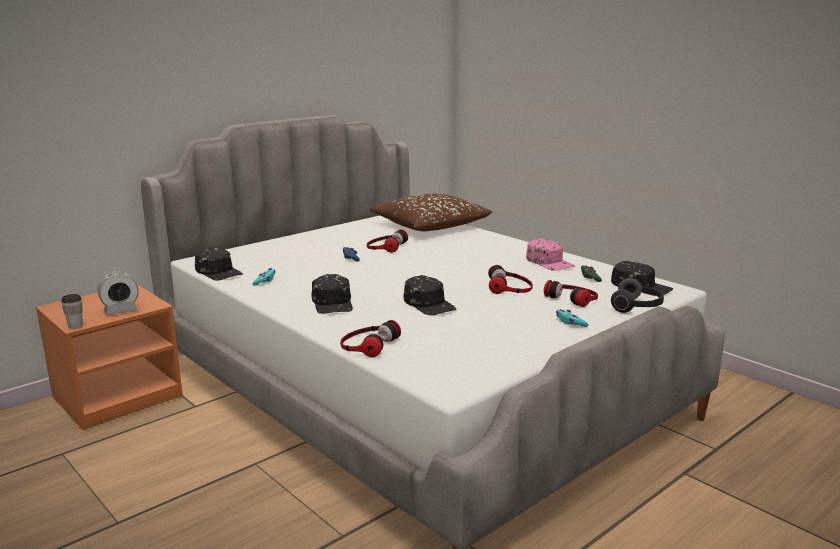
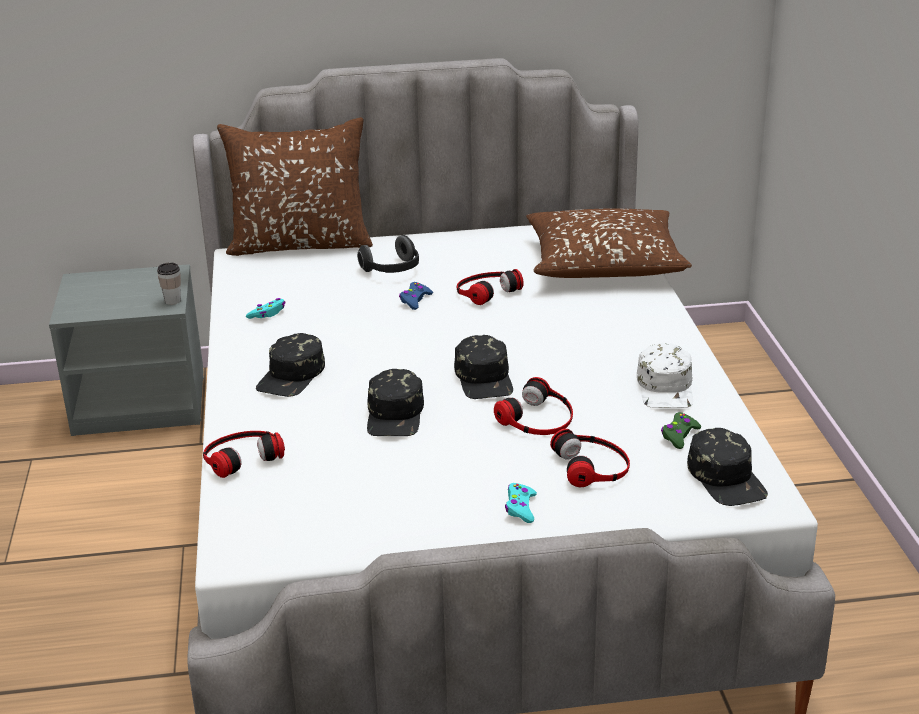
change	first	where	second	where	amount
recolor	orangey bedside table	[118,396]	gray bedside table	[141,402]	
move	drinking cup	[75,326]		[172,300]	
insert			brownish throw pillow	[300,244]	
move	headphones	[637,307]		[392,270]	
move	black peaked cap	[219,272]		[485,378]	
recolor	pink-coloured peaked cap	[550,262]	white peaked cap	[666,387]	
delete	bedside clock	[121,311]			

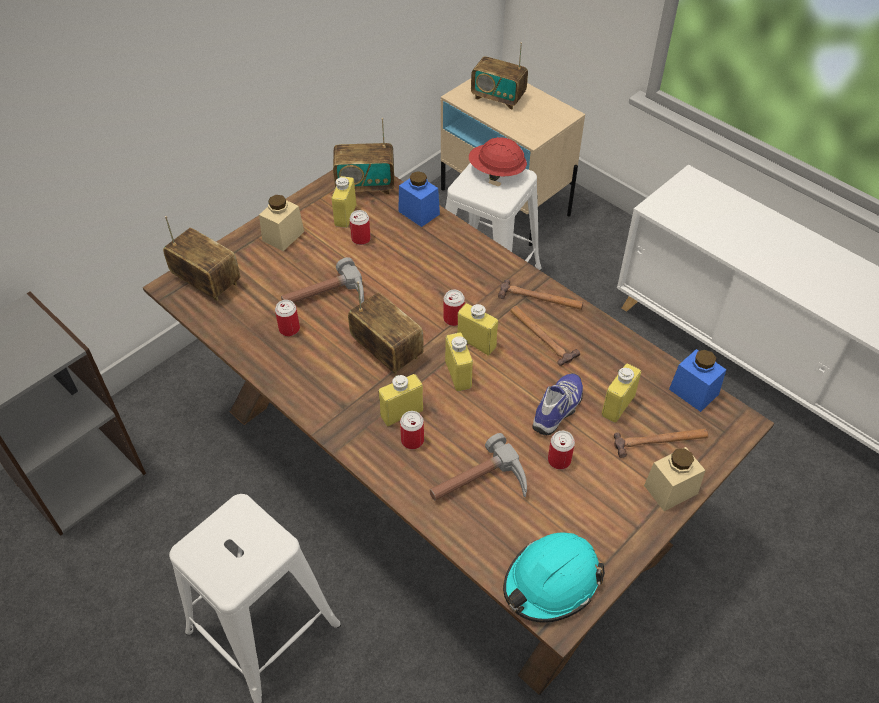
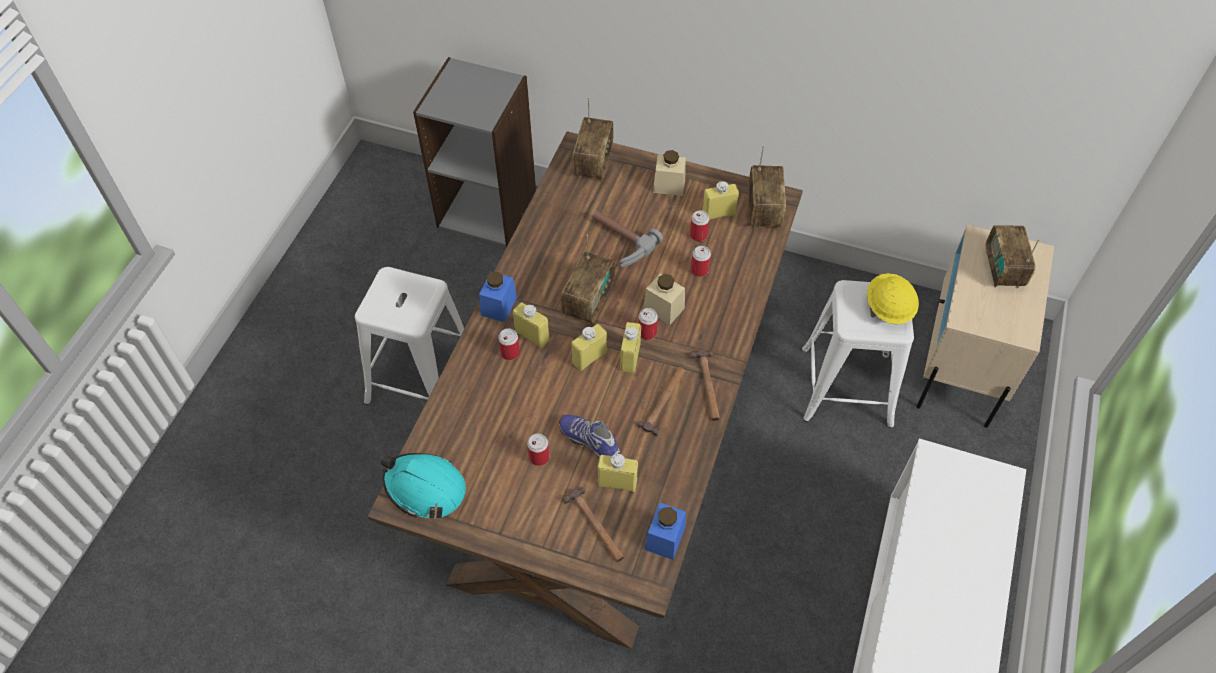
change	first	where	second	where	amount
move	blue preserve jar	[419,213]		[499,306]	
rotate	item of footwear	[559,410]		[590,440]	150 degrees counterclockwise
move	beige preserve jar	[670,489]		[663,308]	
move	sealed can	[289,329]		[699,270]	
rotate	radio receiver	[365,186]		[763,211]	150 degrees counterclockwise
recolor	red hard hat	[496,172]	yellow-coloured hard hat	[888,308]	
delete	hammer	[480,487]			

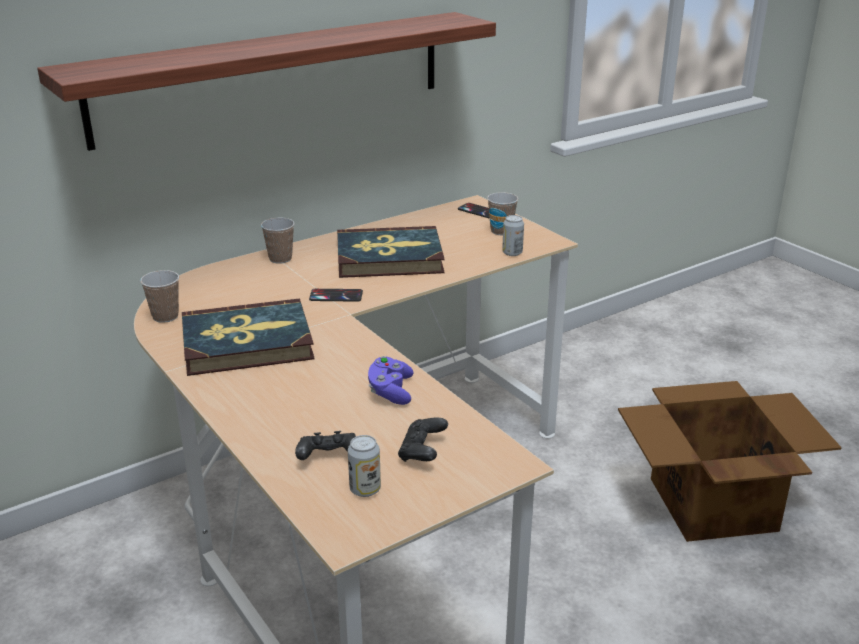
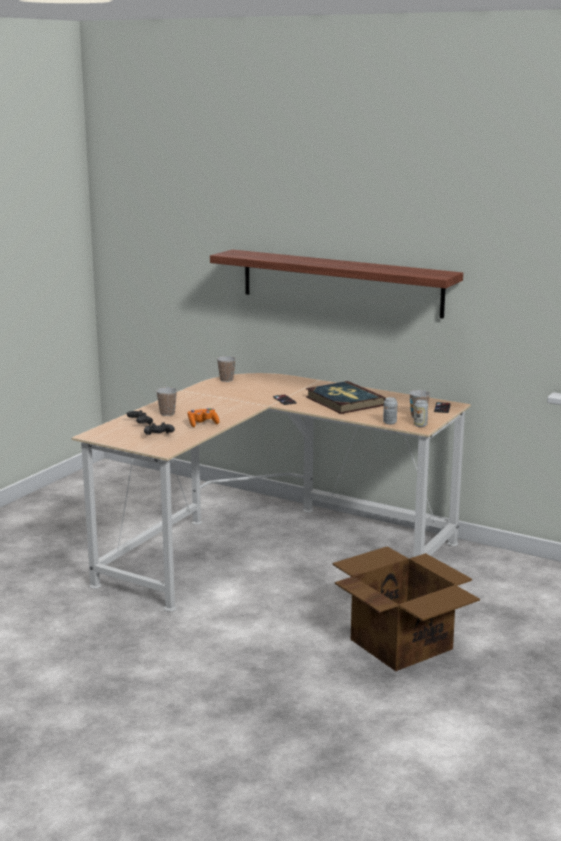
change	first	where	second	where	amount
move	drinking cup	[280,259]		[167,413]	
recolor	purplish gamepad	[390,391]	orangey gamepad	[202,424]	
move	sealed can	[365,489]		[420,425]	
delete	book	[247,342]			

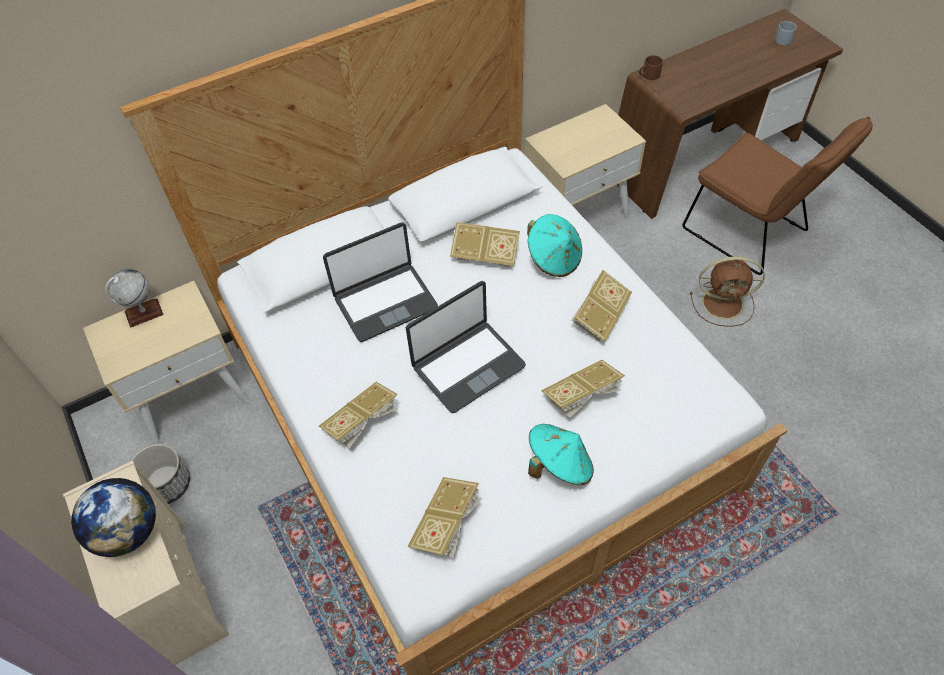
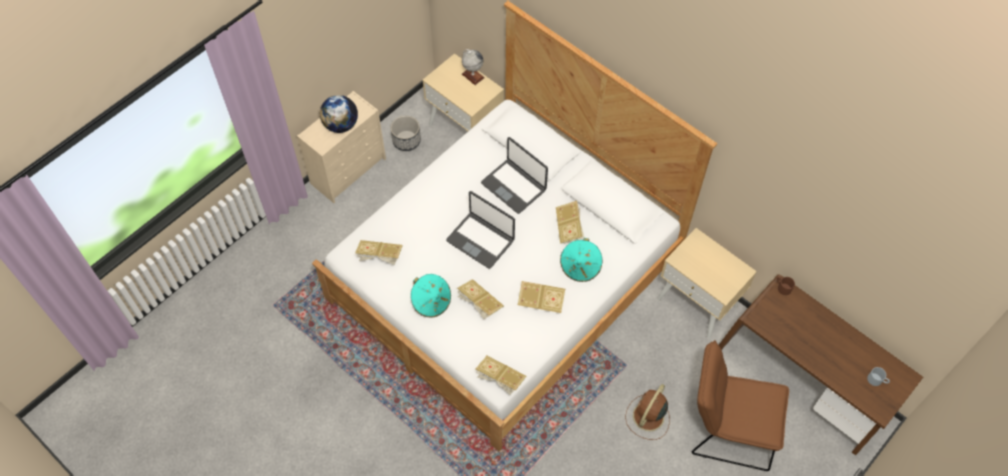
change	first	where	second	where	amount
move	book	[363,423]		[500,379]	
rotate	brownish electric fan	[724,303]		[647,417]	45 degrees clockwise
rotate	brownish chair	[751,234]		[726,429]	75 degrees clockwise

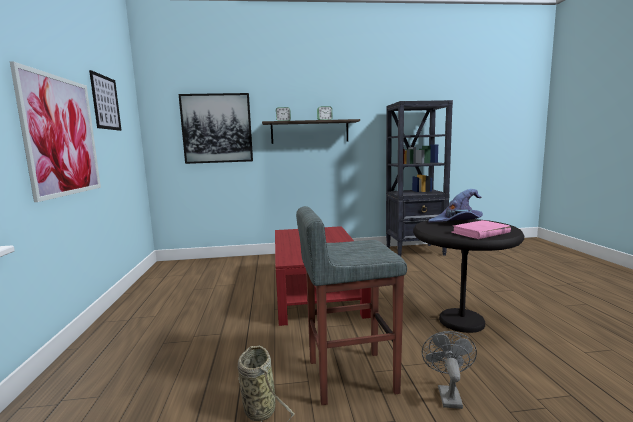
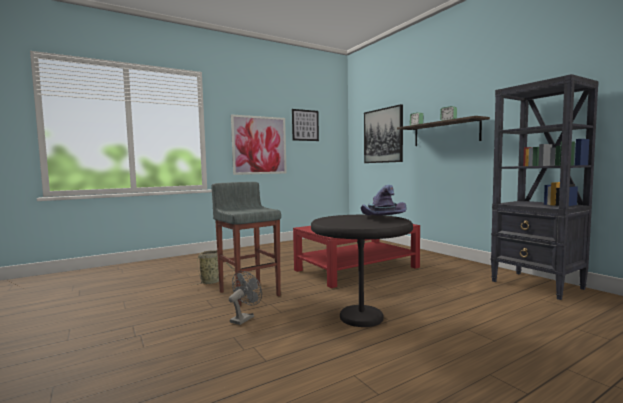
change	first	where	second	where	amount
rotate	gray electric fan	[448,394]		[244,318]	45 degrees counterclockwise
delete	pink-coloured book	[480,232]			

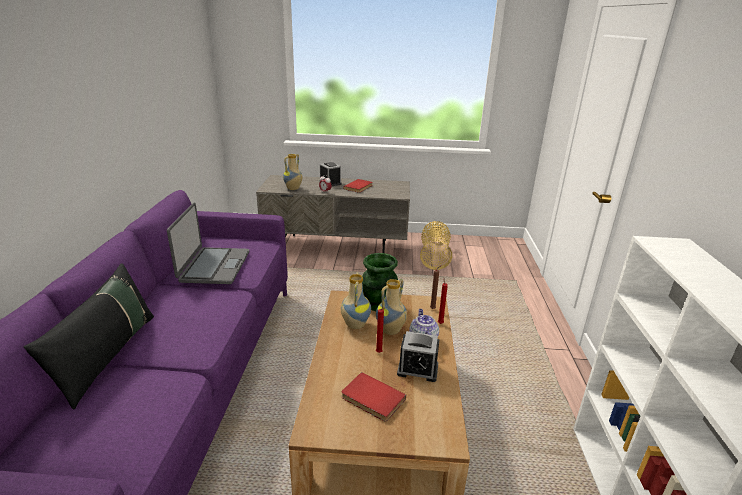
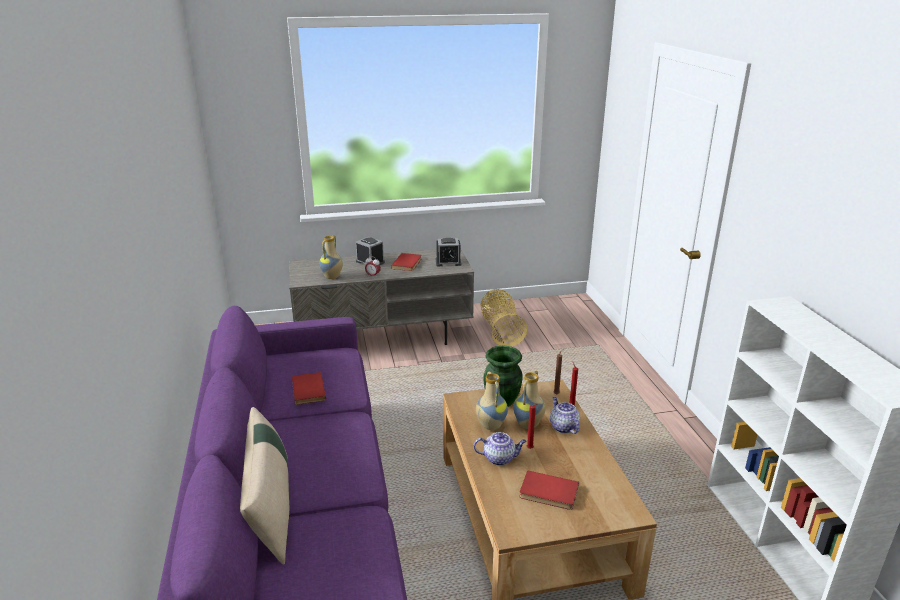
change	first	where	second	where	amount
recolor	black throw pillow	[108,356]	beige throw pillow	[271,508]	
replace	notebook computer	[214,266]	red book	[307,390]	
move	bedside clock	[417,369]		[448,262]	
insert			tea pot	[500,458]	

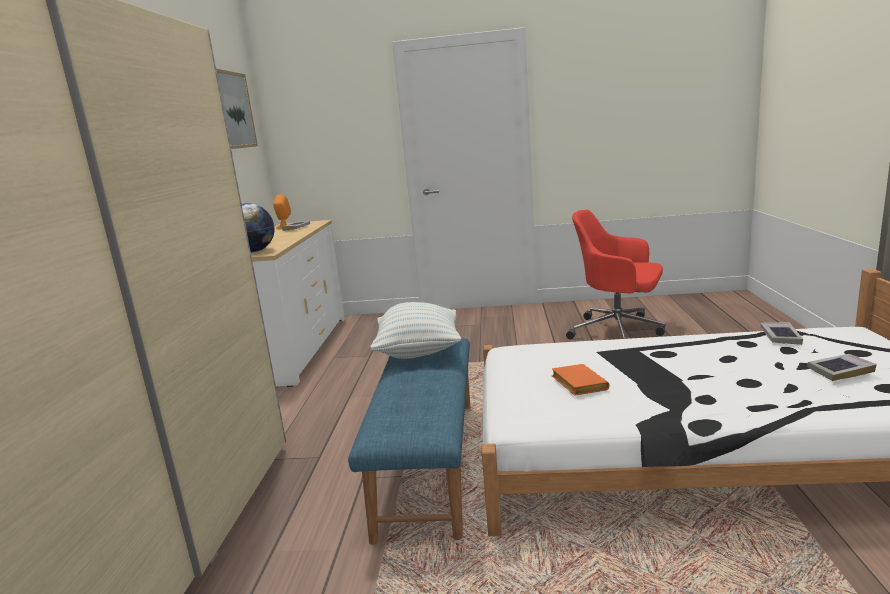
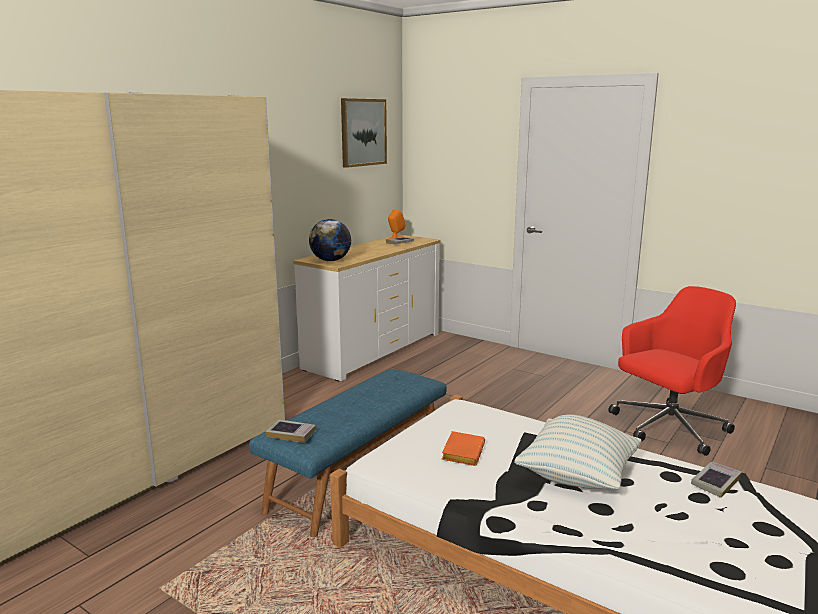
change	first	where	second	where	amount
move	book	[840,371]		[291,434]	
move	throw pillow	[418,352]		[577,476]	
rotate	red desk chair	[618,332]		[667,428]	90 degrees clockwise

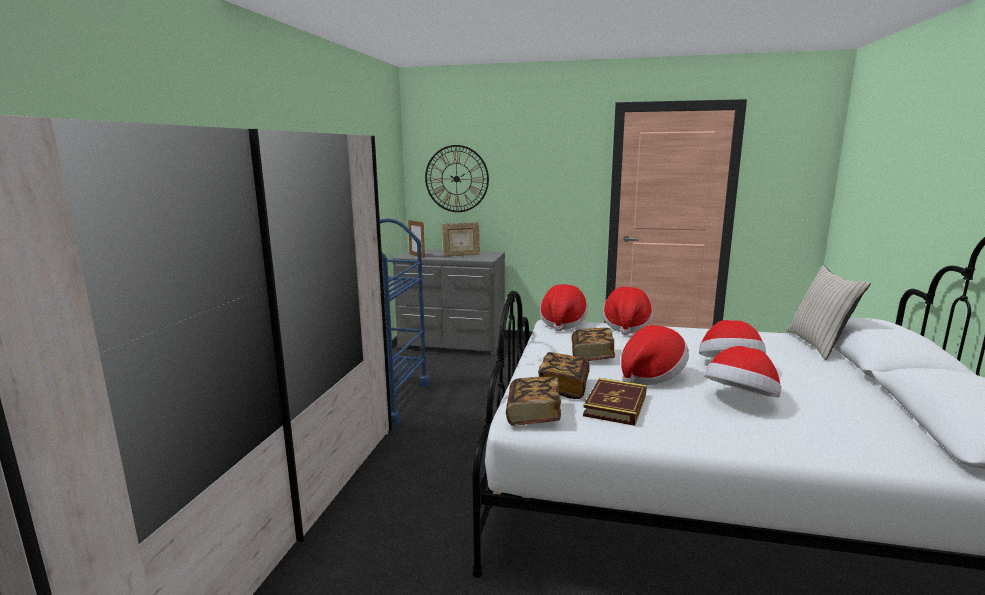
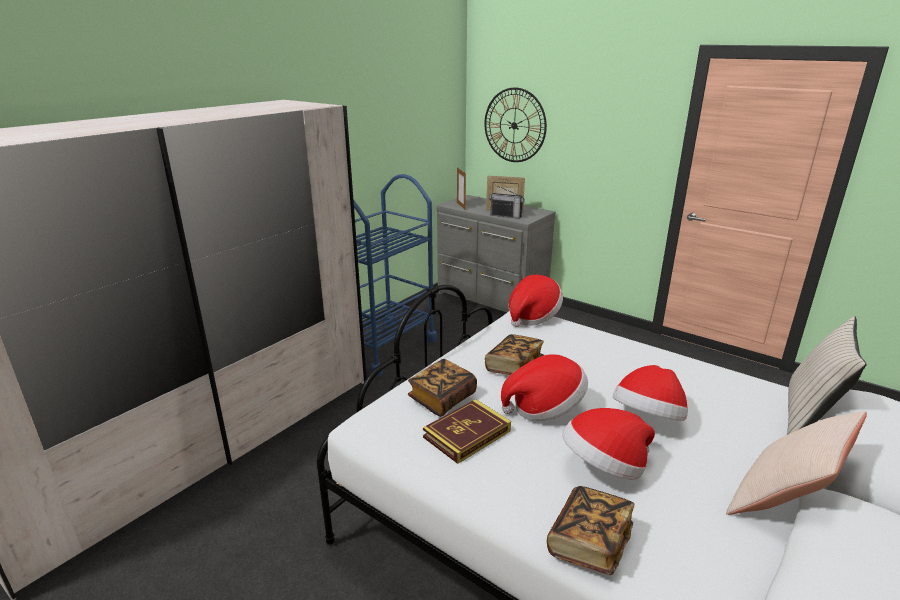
change	first	where	second	where	amount
insert			radio receiver	[506,216]	
move	book	[533,414]		[589,543]	
insert			beige throw pillow	[783,500]	
delete	clothing hat	[626,326]			

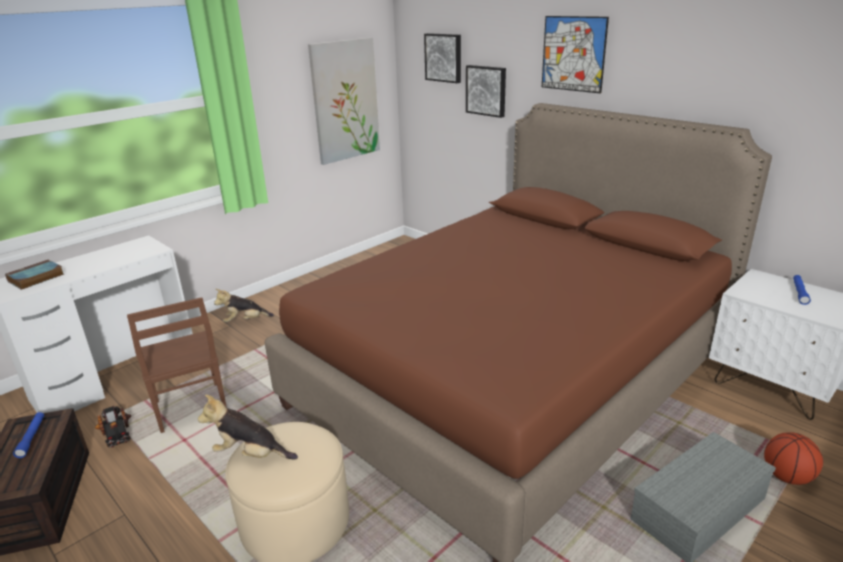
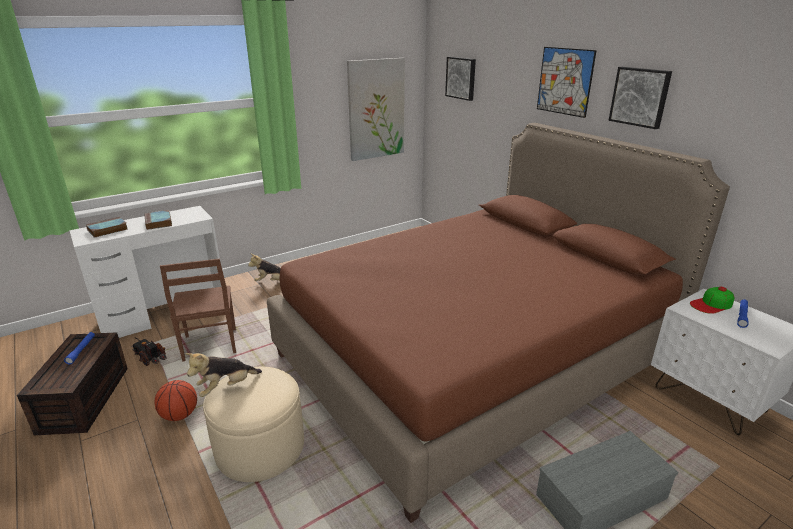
change	first	where	second	where	amount
rotate	toy truck	[116,434]		[150,357]	150 degrees clockwise
insert			book	[159,222]	
move	basketball ball	[787,476]		[180,415]	
rotate	plush toy	[250,454]		[226,387]	60 degrees counterclockwise
move	picture	[486,90]		[640,97]	
insert			peaked cap	[711,304]	

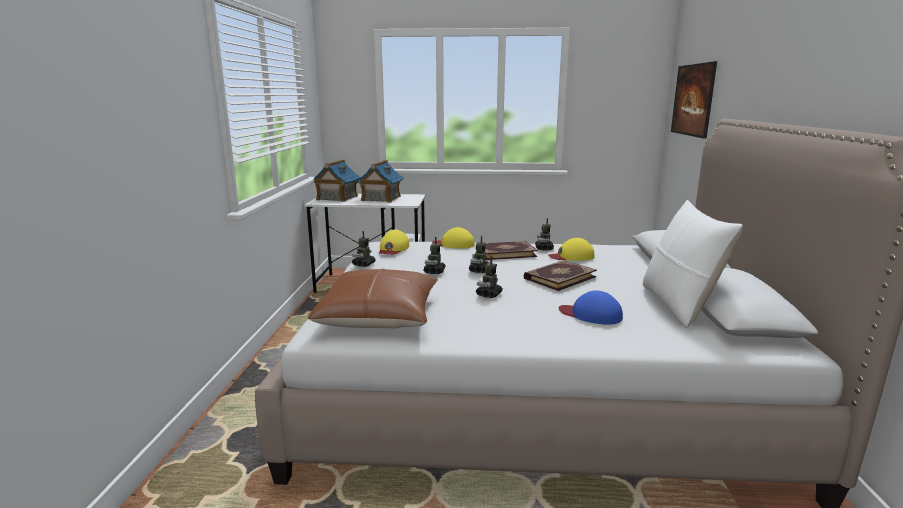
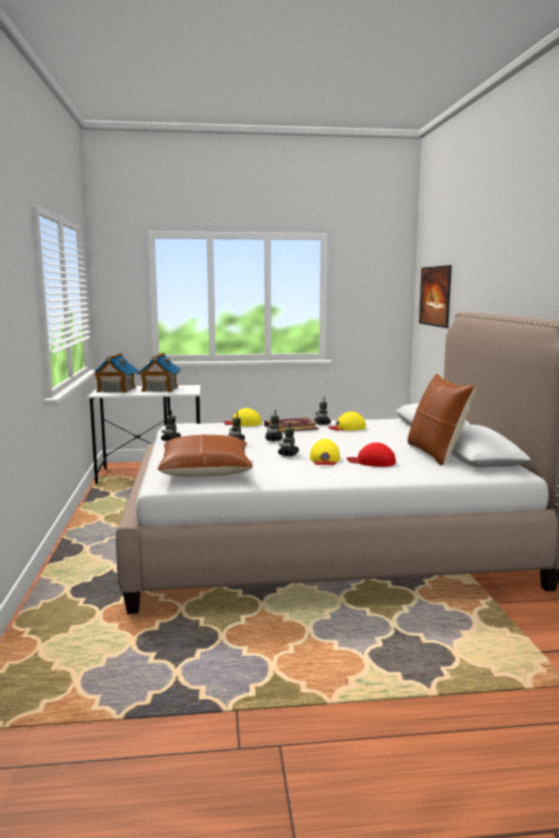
change	first	where	second	where	amount
move	yellow-coloured peaked cap	[393,248]		[324,459]	
recolor	blue peaked cap	[591,314]	red peaked cap	[371,462]	
recolor	white throw pillow	[678,306]	brownish throw pillow	[436,454]	
delete	book	[559,277]			

